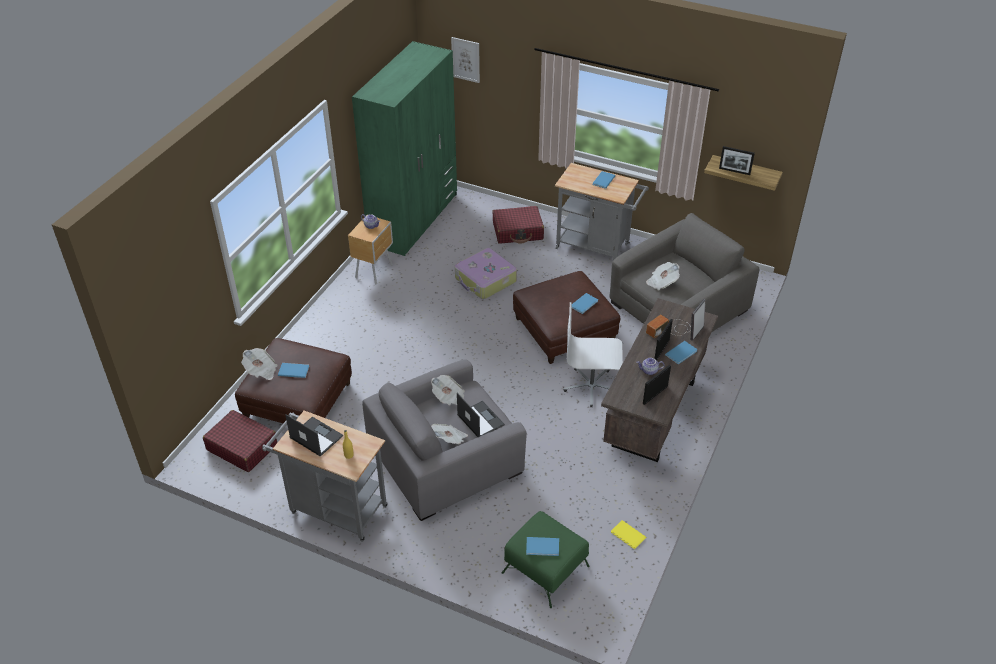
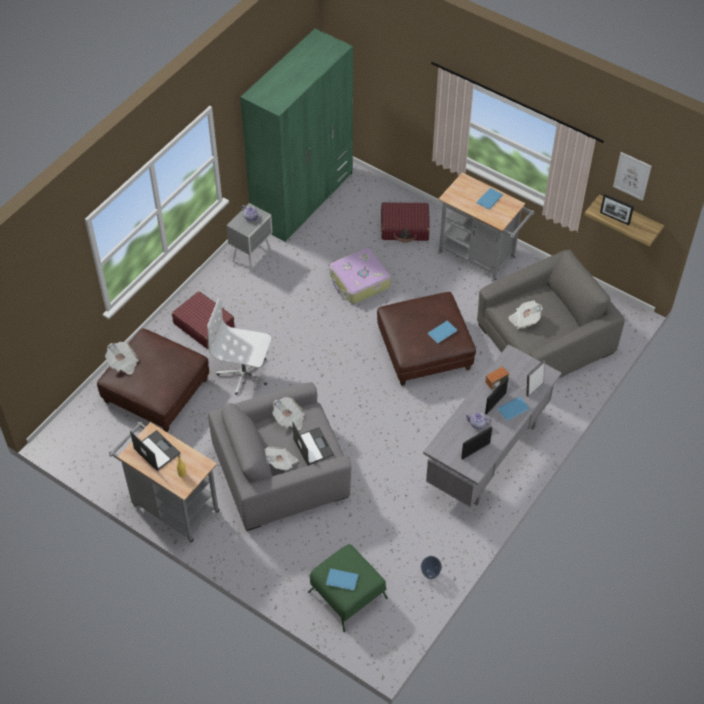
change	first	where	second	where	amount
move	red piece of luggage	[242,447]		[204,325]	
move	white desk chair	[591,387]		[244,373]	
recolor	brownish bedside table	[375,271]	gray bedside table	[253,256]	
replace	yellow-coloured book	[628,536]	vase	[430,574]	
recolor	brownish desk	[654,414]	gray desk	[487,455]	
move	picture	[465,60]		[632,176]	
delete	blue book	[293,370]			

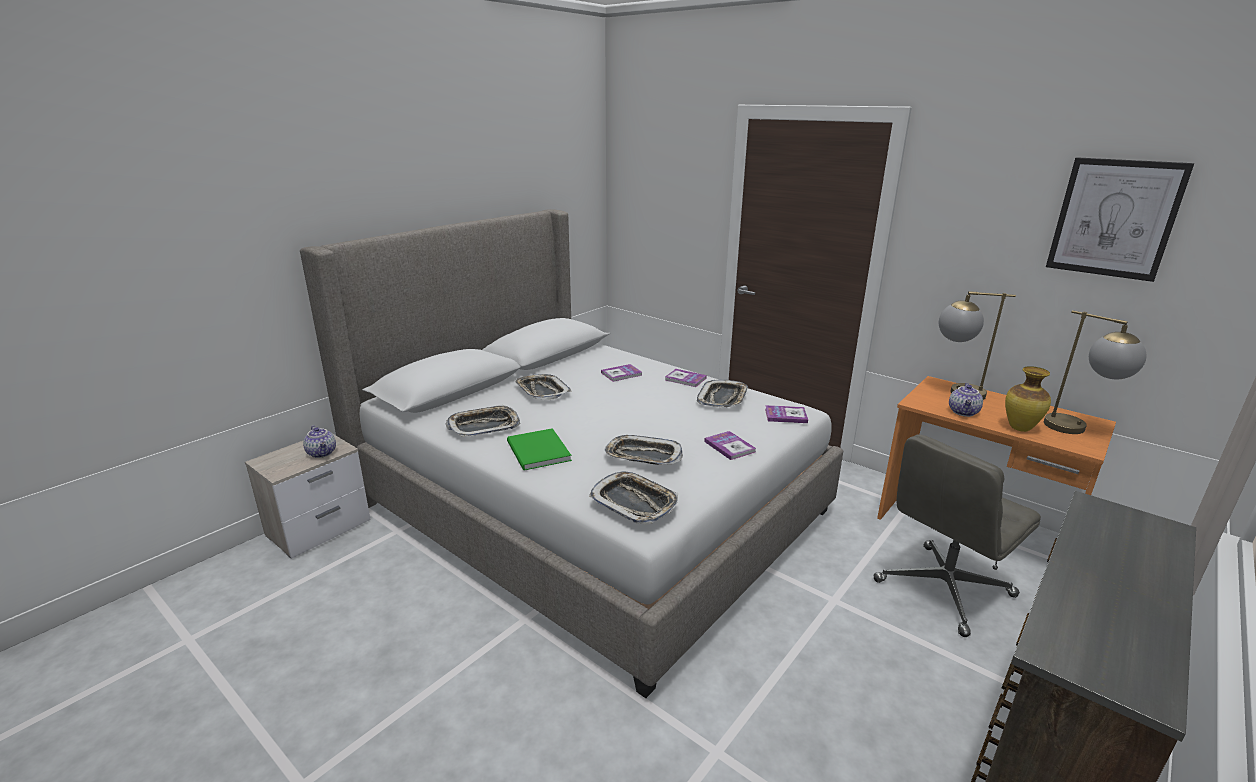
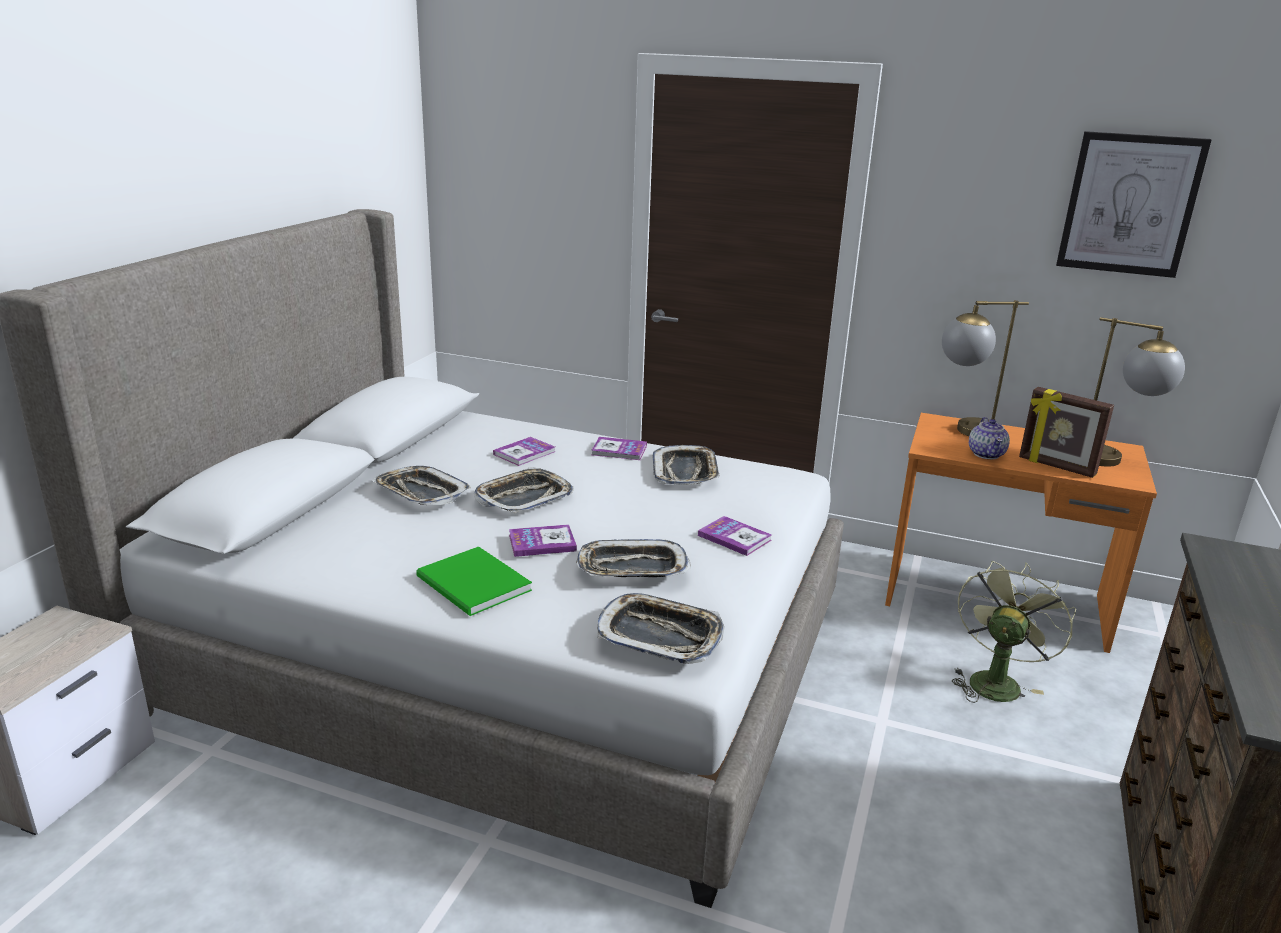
change	first	where	second	where	amount
move	tray	[484,426]		[523,497]	
move	book	[785,415]		[542,542]	
replace	gray desk chair	[943,589]	green electric fan	[995,680]	
replace	vase	[1020,428]	standing frame	[1056,467]	
delete	tea pot	[322,453]			

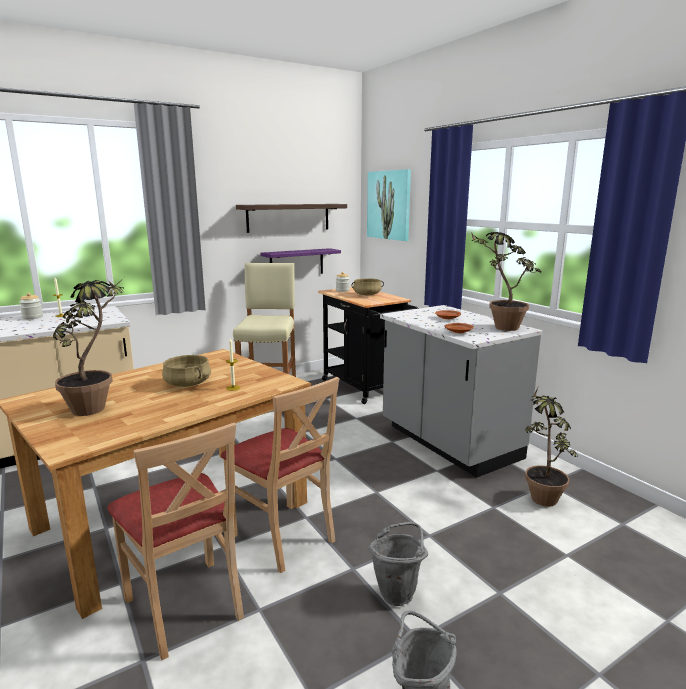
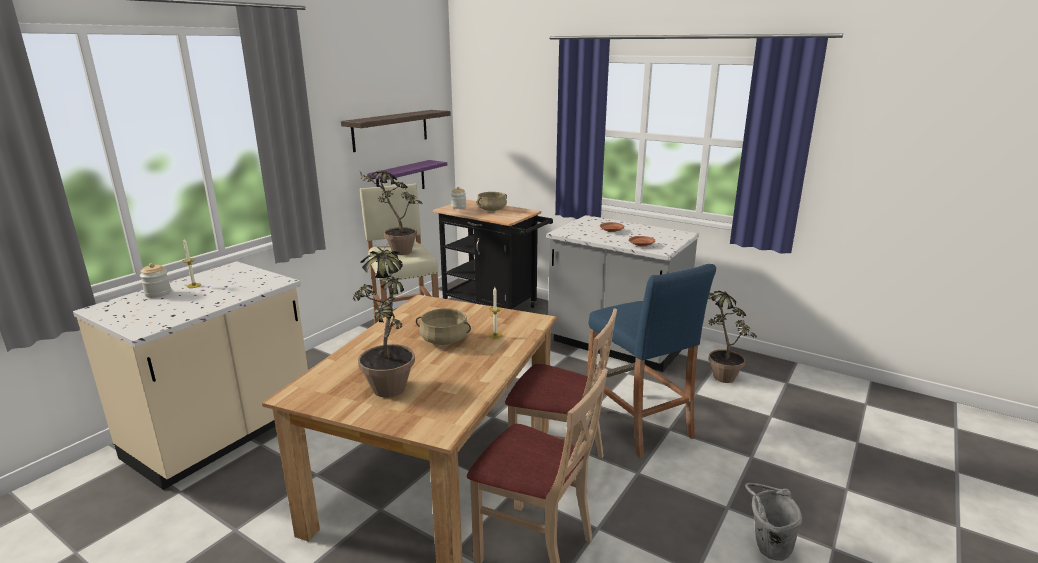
change	first	where	second	where	amount
move	potted plant	[499,326]		[395,251]	
insert			blue stool	[637,423]	
delete	picture	[388,205]			
delete	gray water bucket	[398,591]			

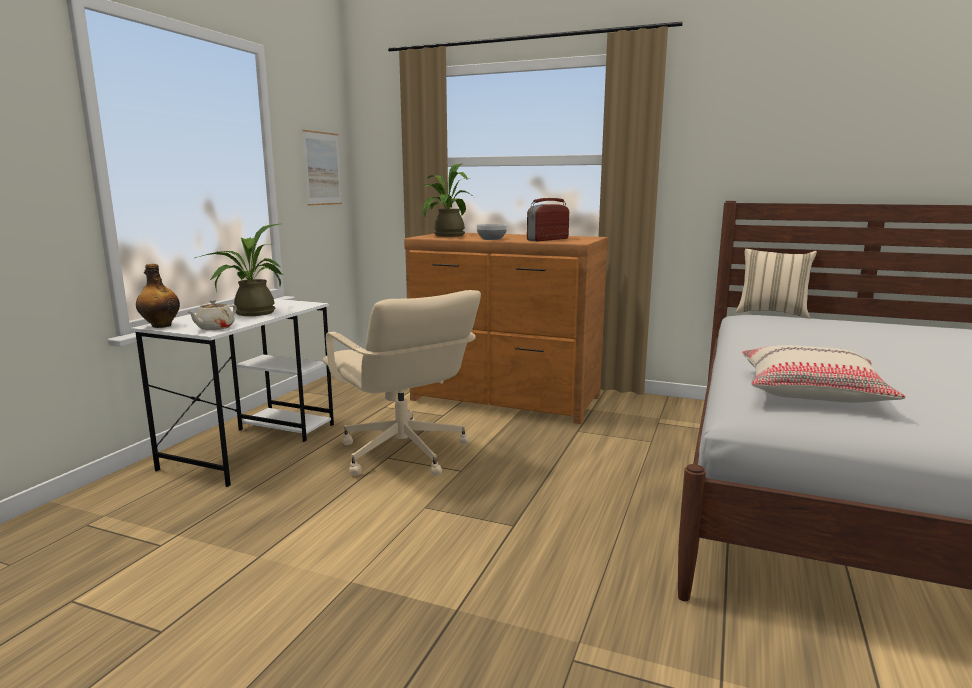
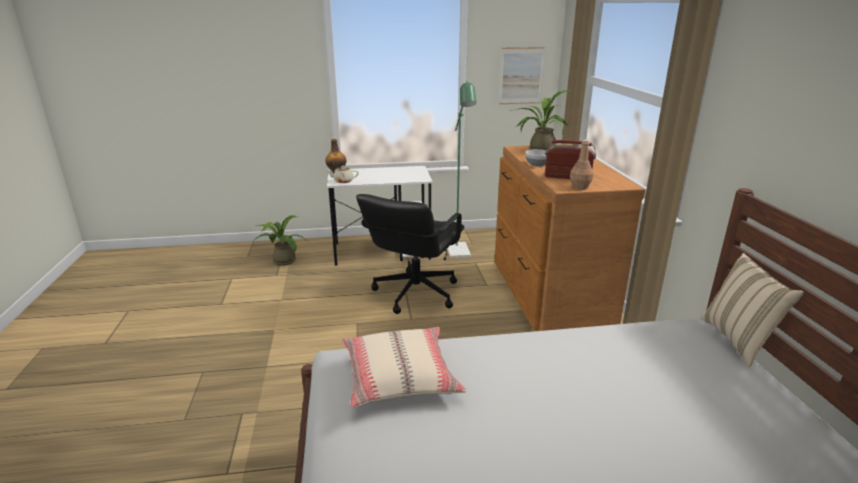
change	first	where	second	where	amount
move	potted plant	[249,313]		[282,260]	
recolor	beige desk chair	[403,454]	black desk chair	[414,293]	
insert			green floor lamp	[459,253]	
insert			brownish drink bottle	[580,187]	

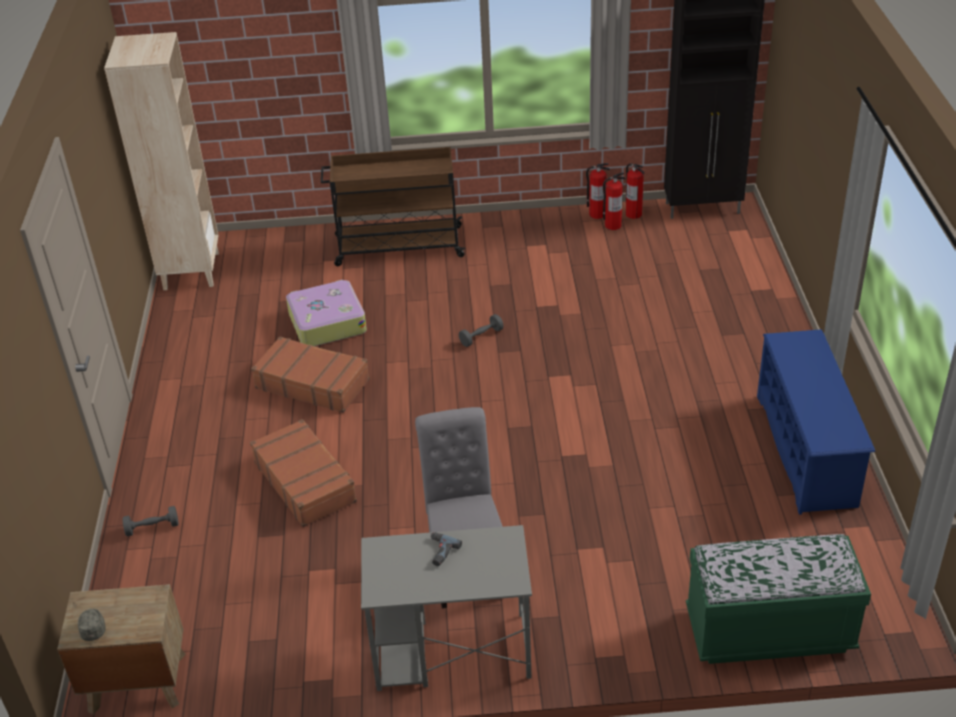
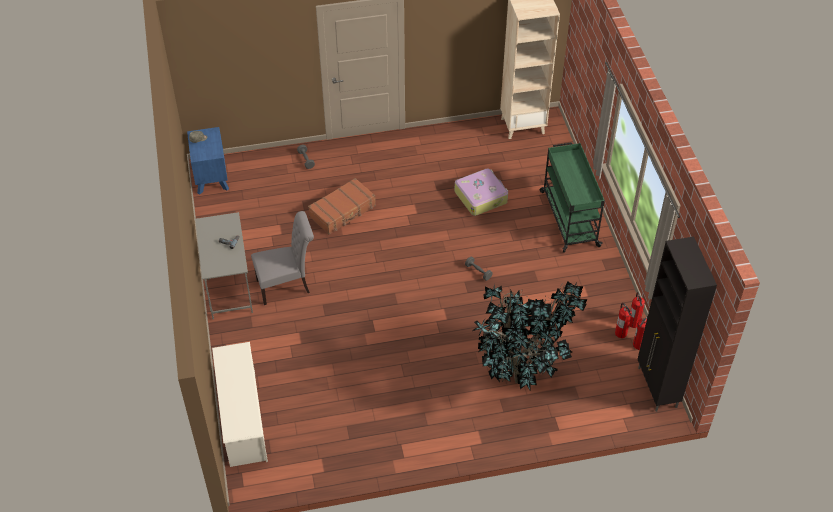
change	first	where	second	where	amount
recolor	brownish bedside table	[137,682]	blue bedside table	[211,177]	
replace	green long seat	[769,632]	white shoe stand	[242,419]	
insert			potted plant	[520,387]	
recolor	brownish cart	[397,246]	green cart	[569,218]	
delete	brownish piece of luggage	[312,383]			
delete	blue shoe stand	[806,450]			

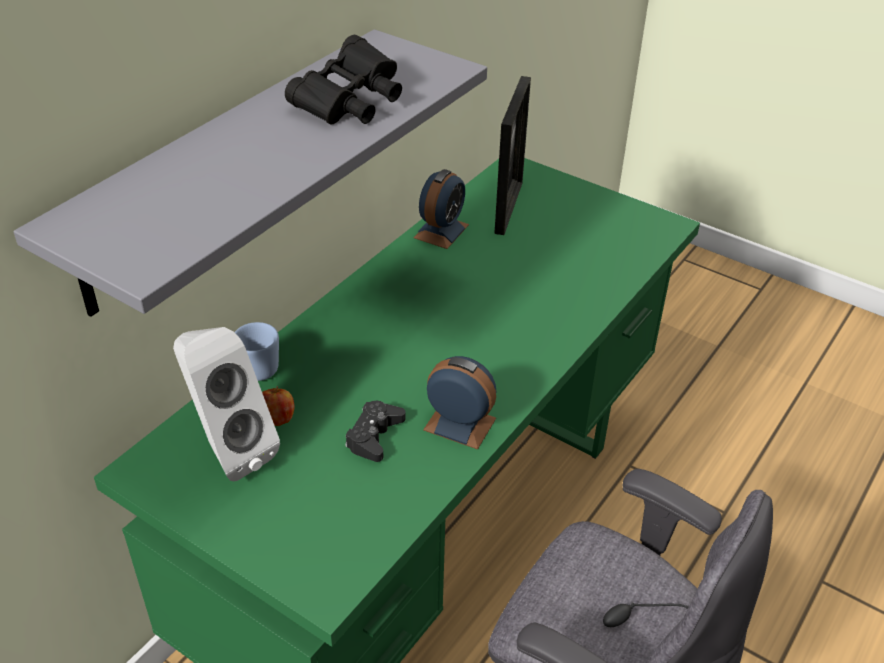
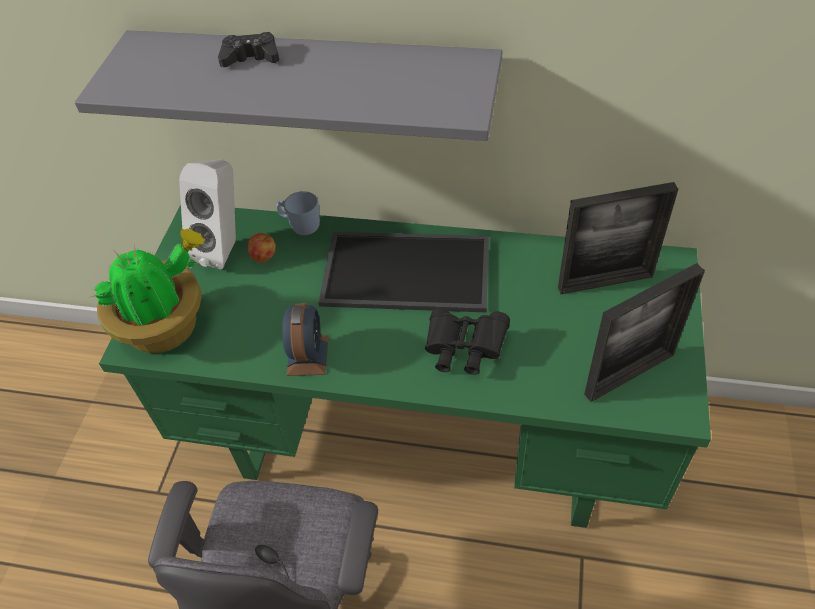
change	first	where	second	where	amount
insert			potted plant	[167,326]	
move	black gamepad	[374,436]		[251,57]	
insert			tray	[404,274]	
move	black field glasses	[350,104]		[463,350]	
insert			standing frame	[629,374]	
delete	bedside clock	[441,231]			

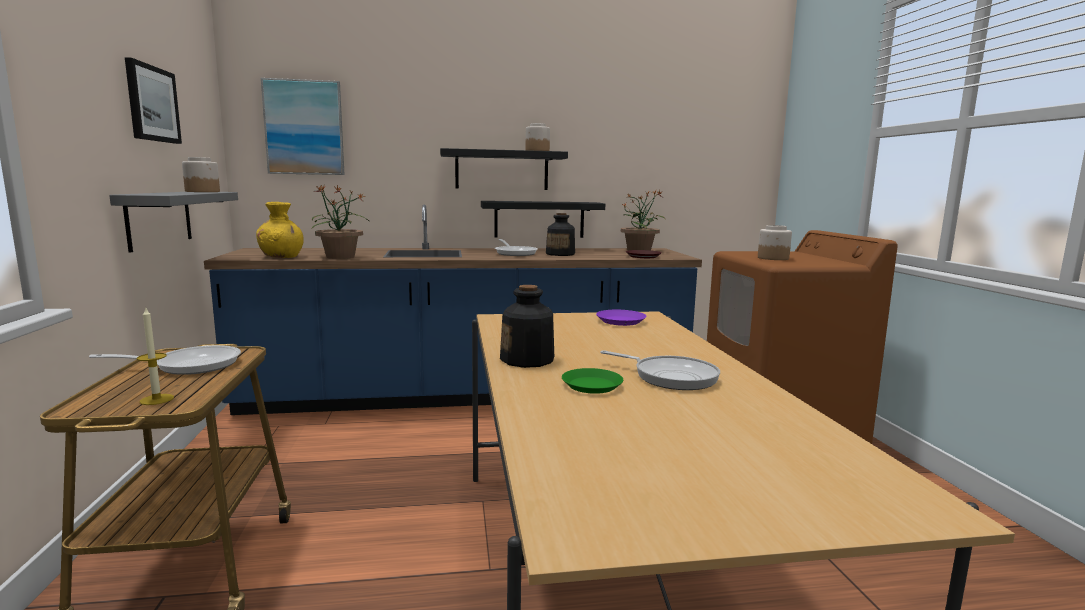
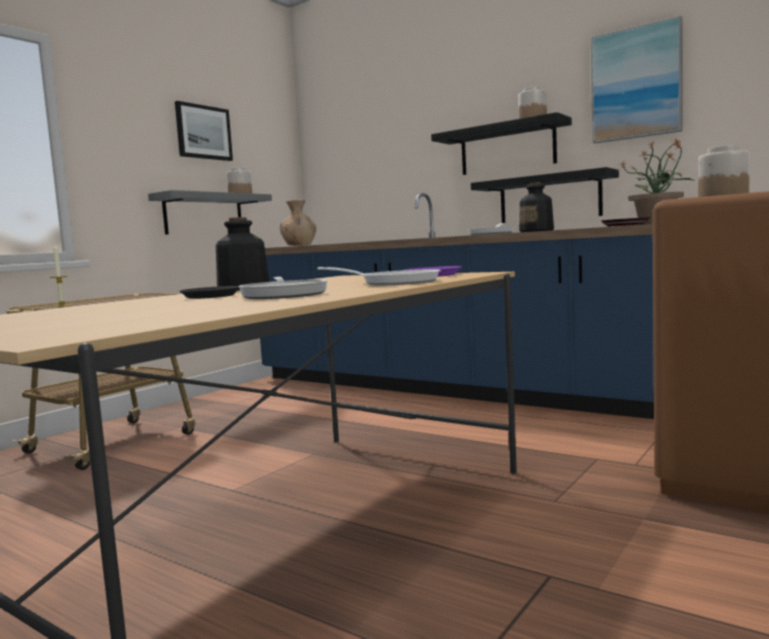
change	first	where	second	where	amount
recolor	green plate	[592,385]	black plate	[210,296]	
recolor	yellow-coloured vase	[282,257]	brownish vase	[299,245]	
move	pan	[190,365]		[393,282]	
move	picture	[304,128]		[636,83]	
delete	potted plant	[340,257]			

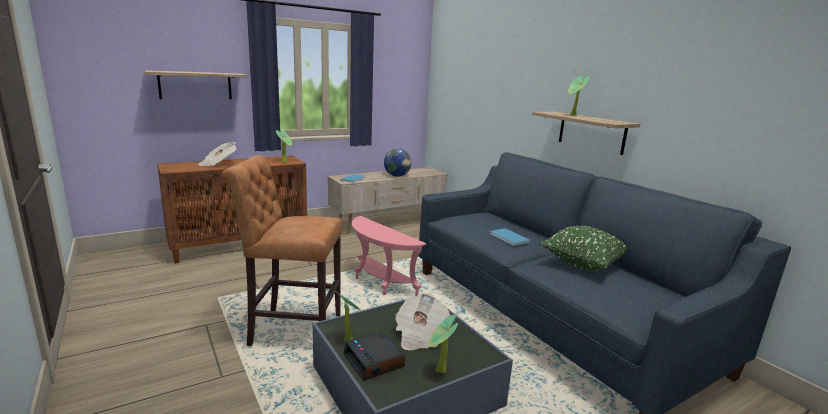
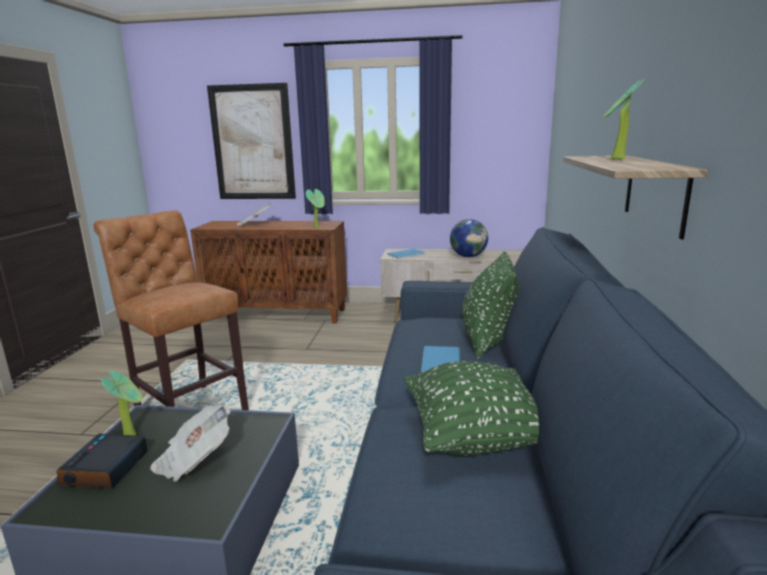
change	first	where	second	where	amount
replace	wall shelf	[195,85]	picture	[252,143]	
insert			green throw pillow	[488,340]	
delete	pink-coloured accent table	[379,283]			
delete	potted plant	[439,372]			

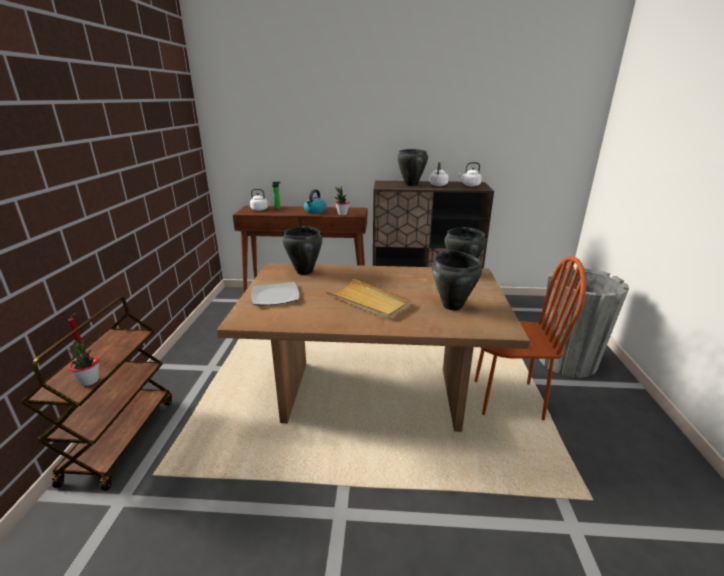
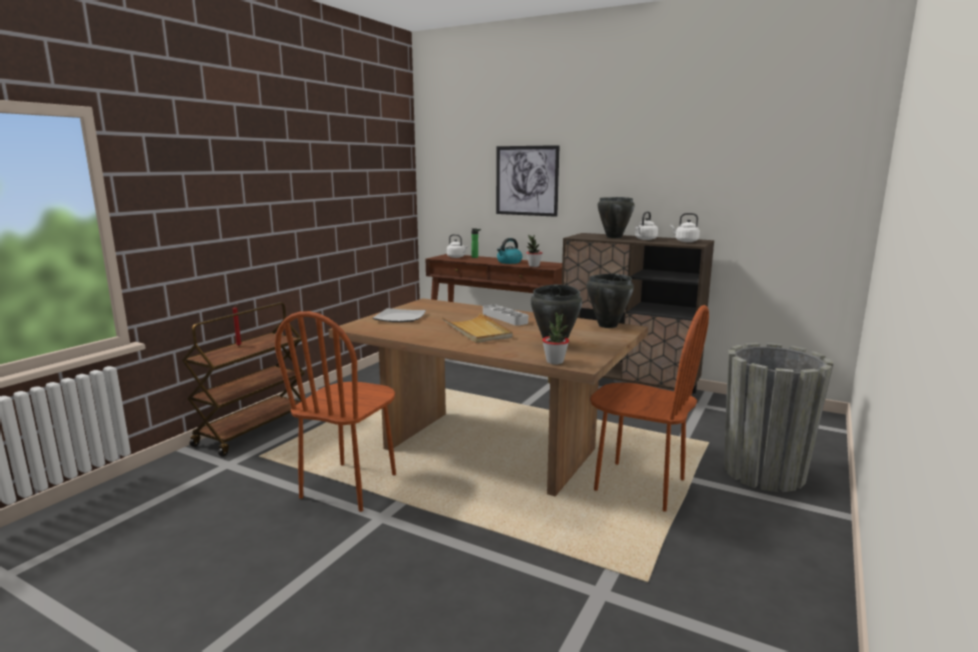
change	first	where	second	where	amount
insert			brownish chair	[350,486]	
insert			gray tray	[504,318]	
insert			picture	[526,181]	
move	potted plant	[90,381]		[555,362]	
delete	black saucepot	[304,272]			

